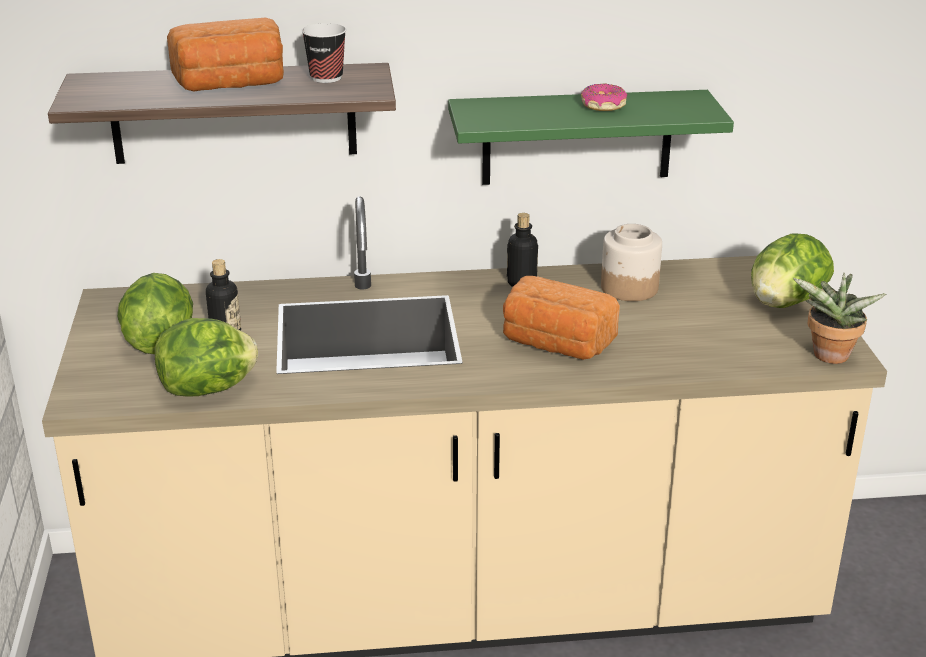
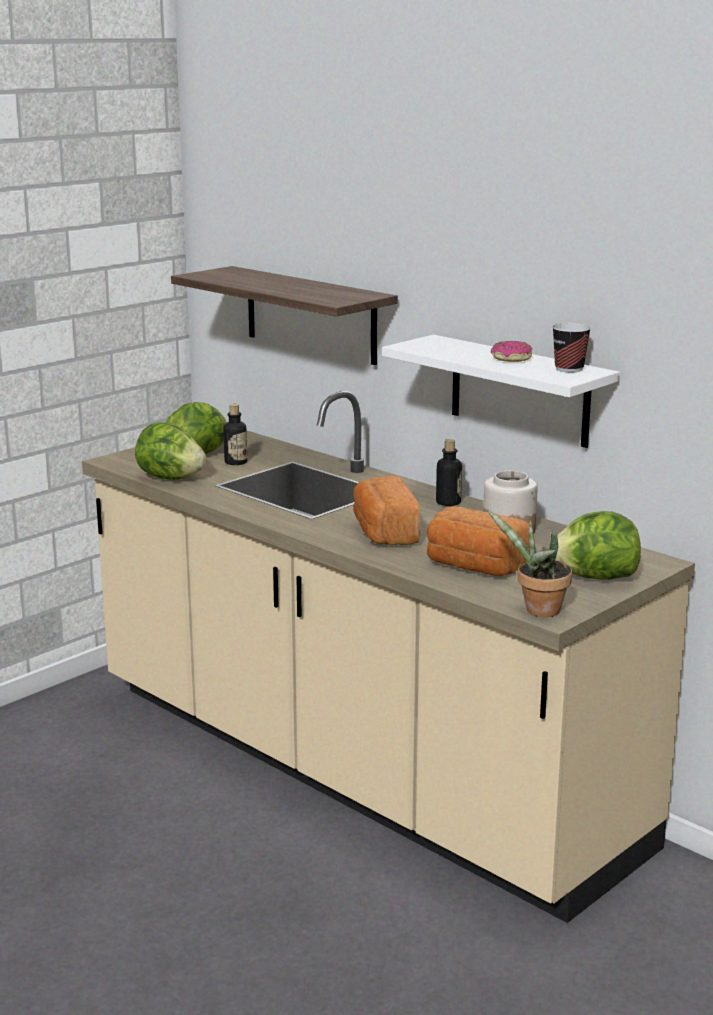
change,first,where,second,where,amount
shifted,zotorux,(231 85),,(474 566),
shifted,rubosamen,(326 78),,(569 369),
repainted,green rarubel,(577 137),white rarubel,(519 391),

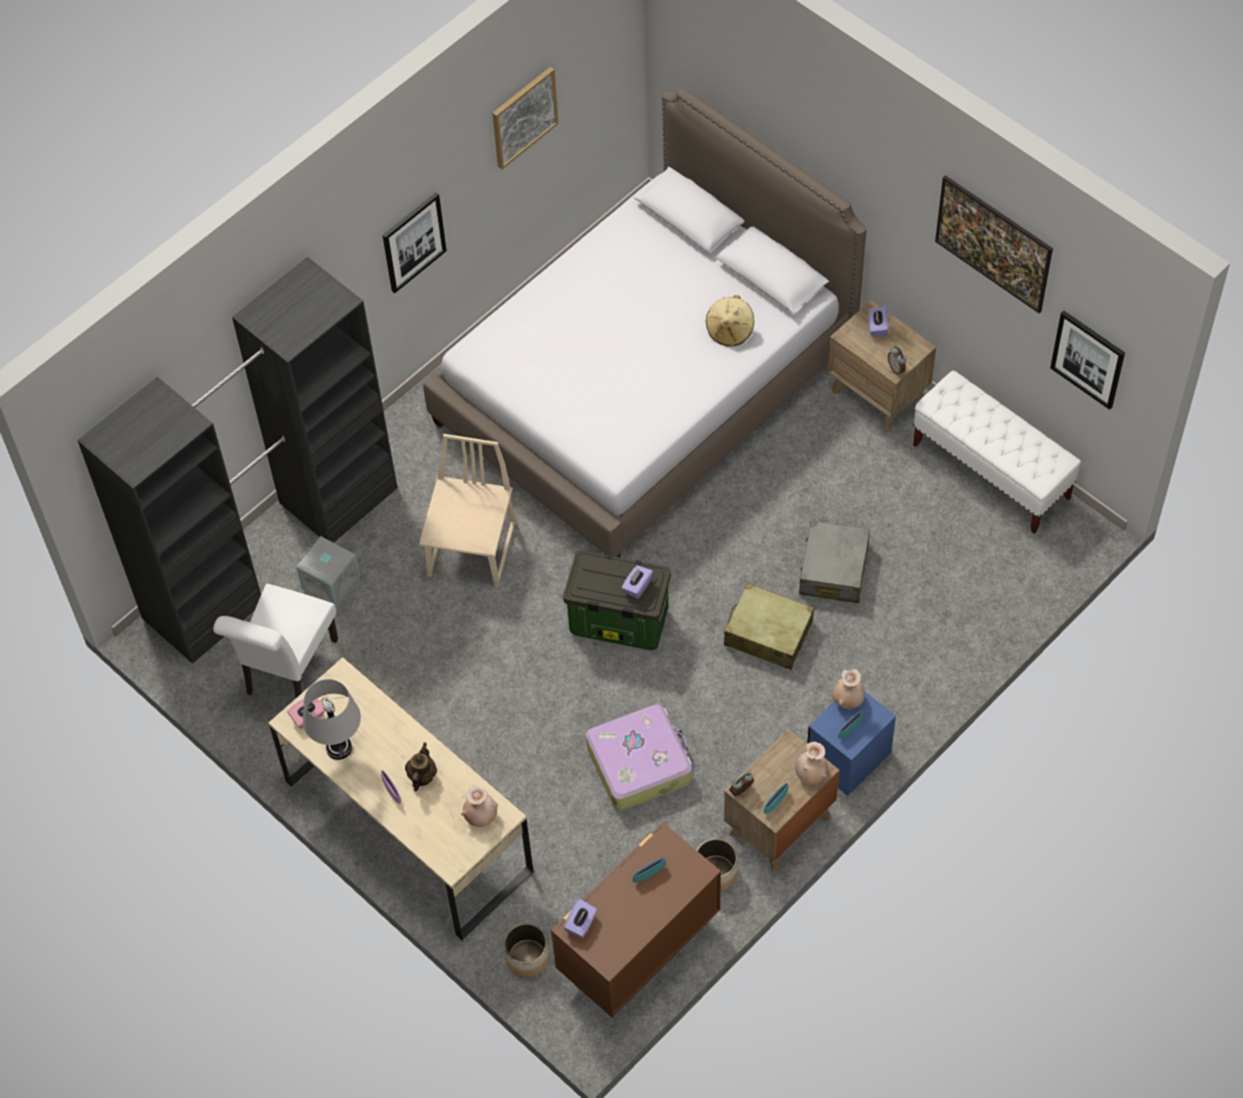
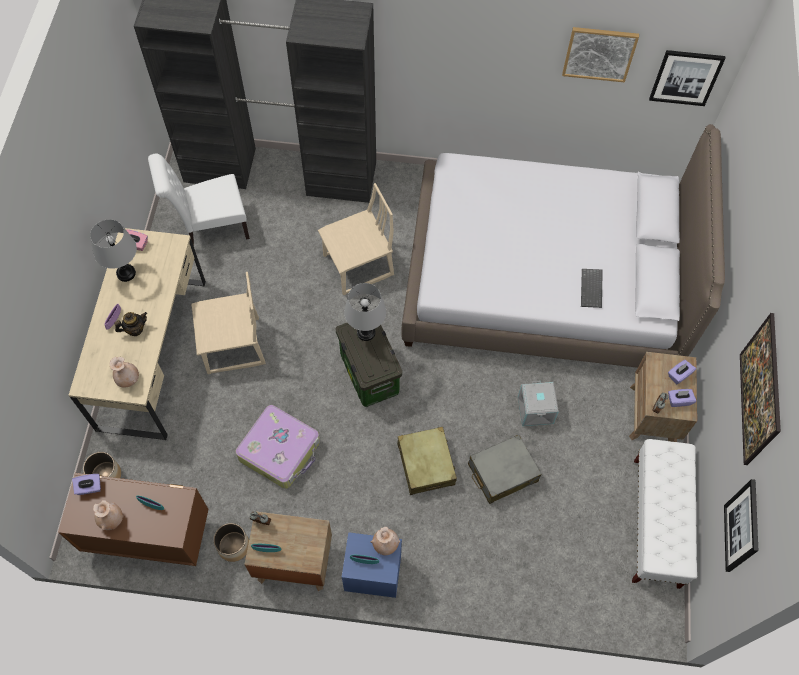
change,first,where,second,where,amount
new,,,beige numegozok,(233 346),
new,,,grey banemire,(366 332),
shifted,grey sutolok,(331 581),,(536 410),
shifted,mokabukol,(413 242),,(686 77),
shifted,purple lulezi,(637 587),,(679 400),
shifted,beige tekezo,(811 774),,(111 519),
swapped,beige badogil,(730 330),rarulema,(592 289),

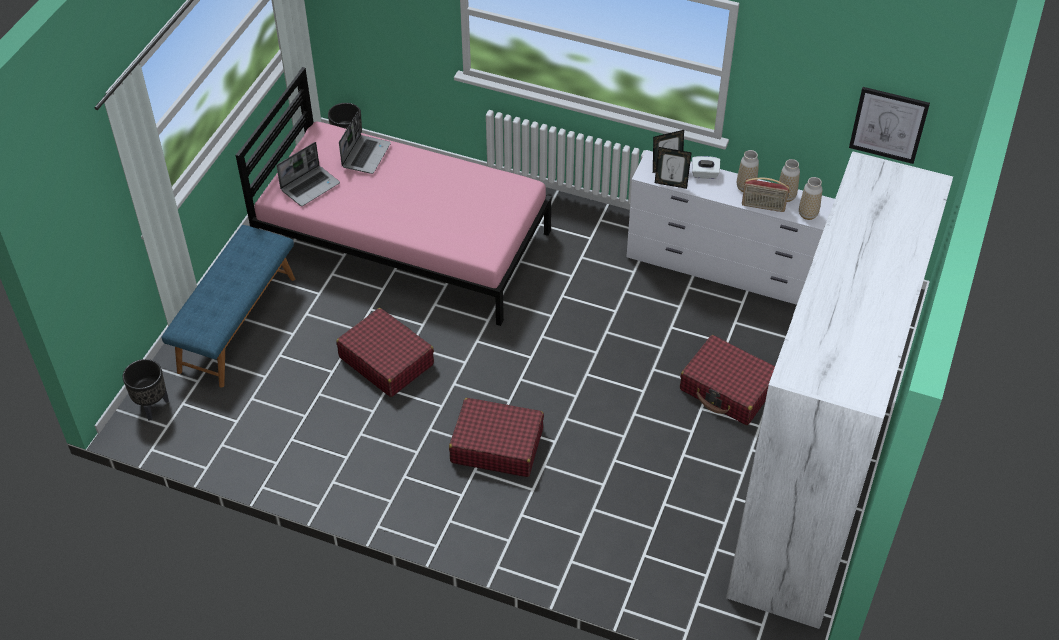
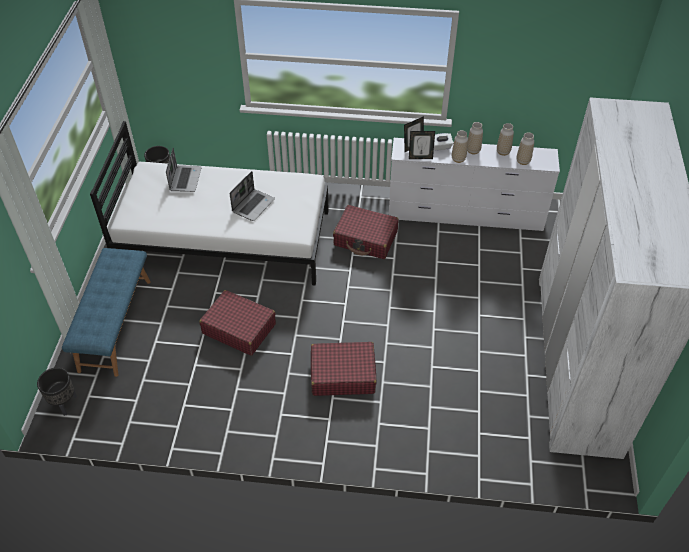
change,first,where,second,where,amount
gone,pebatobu,(763 206),,,
gone,mokabukol,(888 124),,,
new,,,tekezo,(458 159),
shifted,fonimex,(310 186),,(253 205),
shifted,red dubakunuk,(728 389),,(366 239),
repainted,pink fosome,(404 241),white fosome,(224 238),

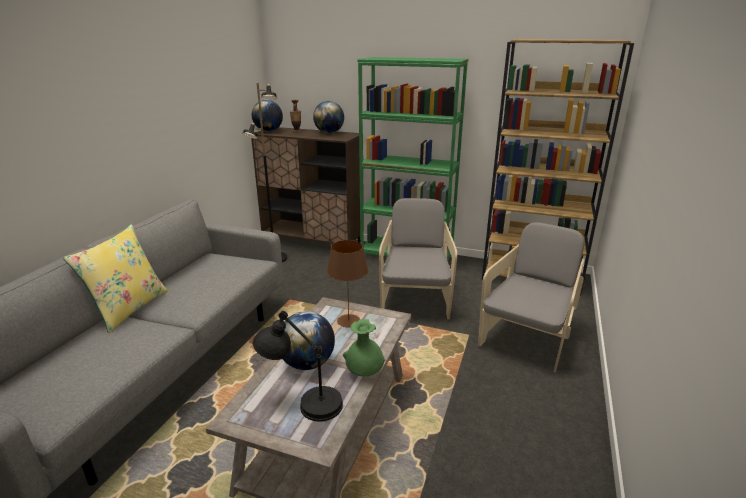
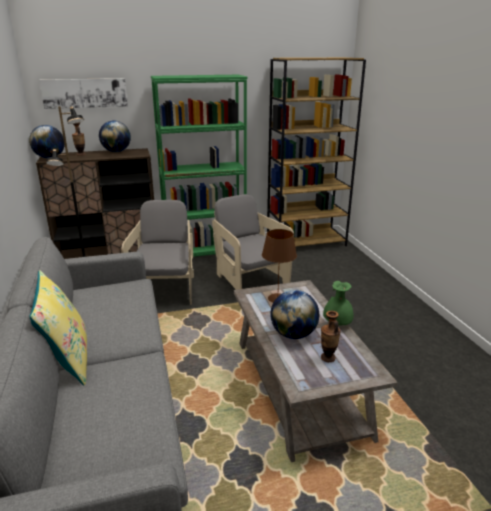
change,first,where,second,where,amount
new,,,mokabukol,(85 93),
shifted,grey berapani,(527 339),,(165 290),
swapped,black banemire,(302 402),tekezo,(328 358),

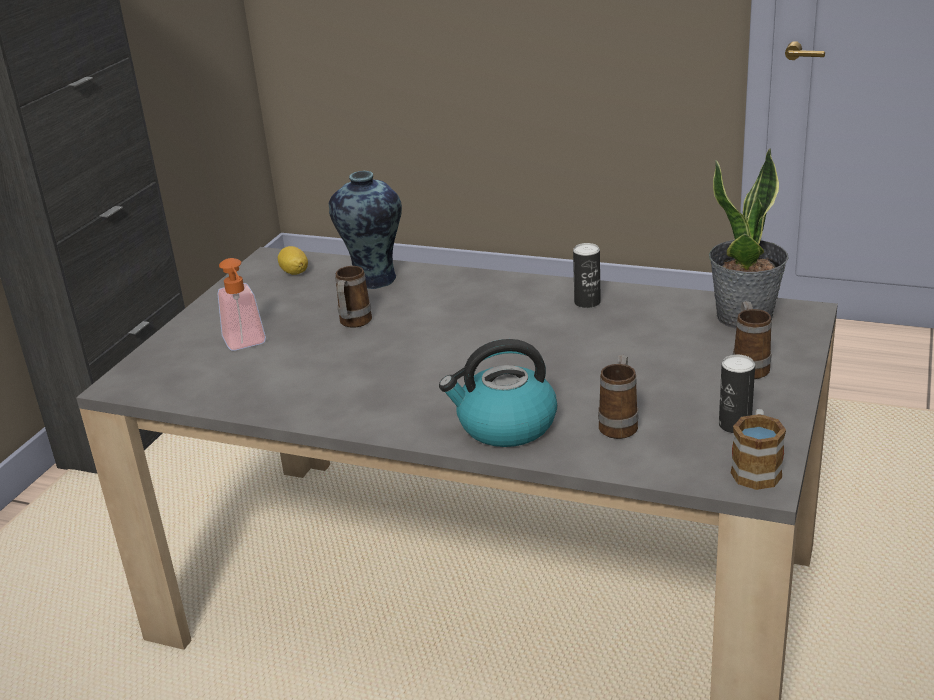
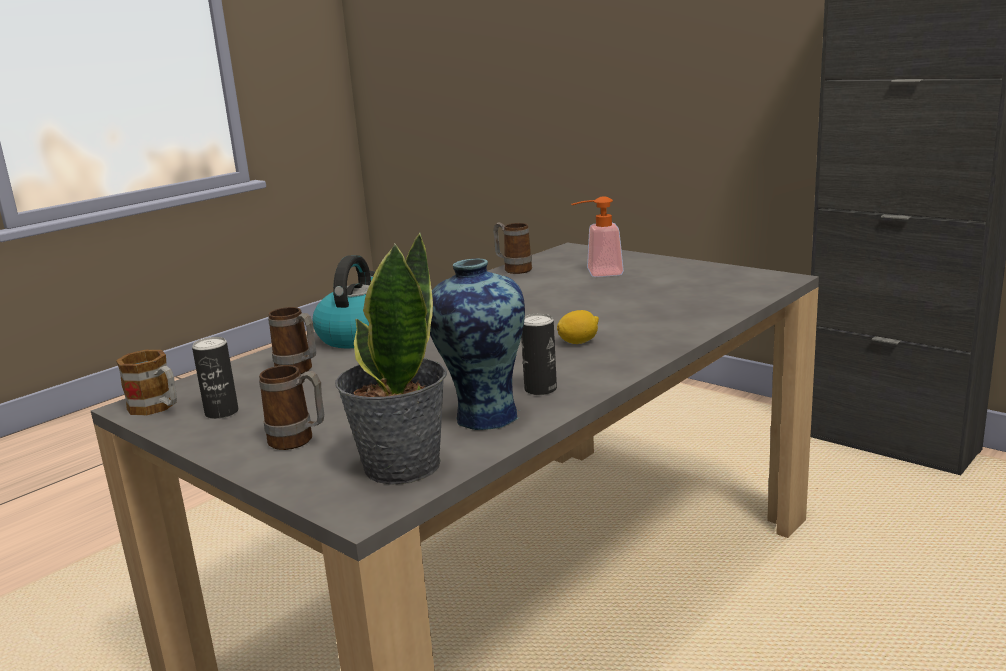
change,first,where,second,where,amount
shifted,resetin,(294 272),,(578 342),
shifted,tekezo,(373 280),,(483 416),
shifted,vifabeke,(353 324),,(513 269),

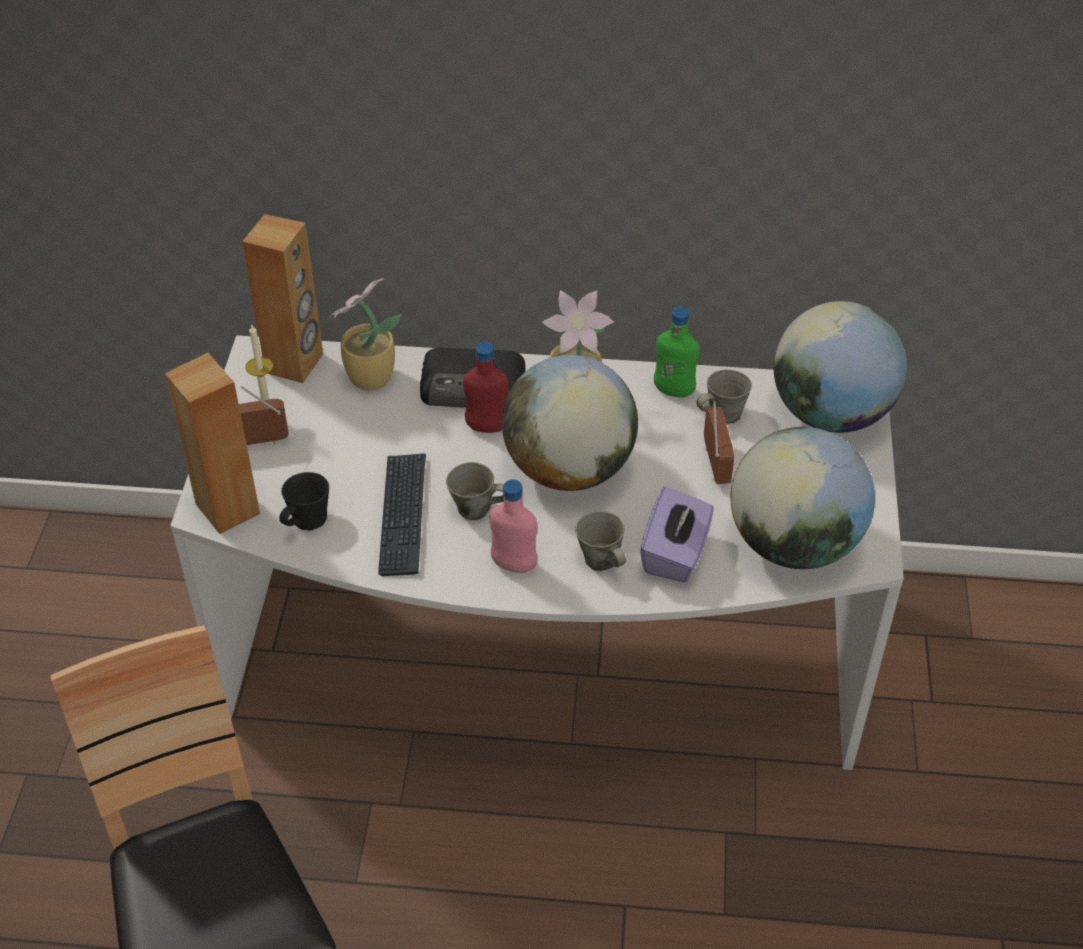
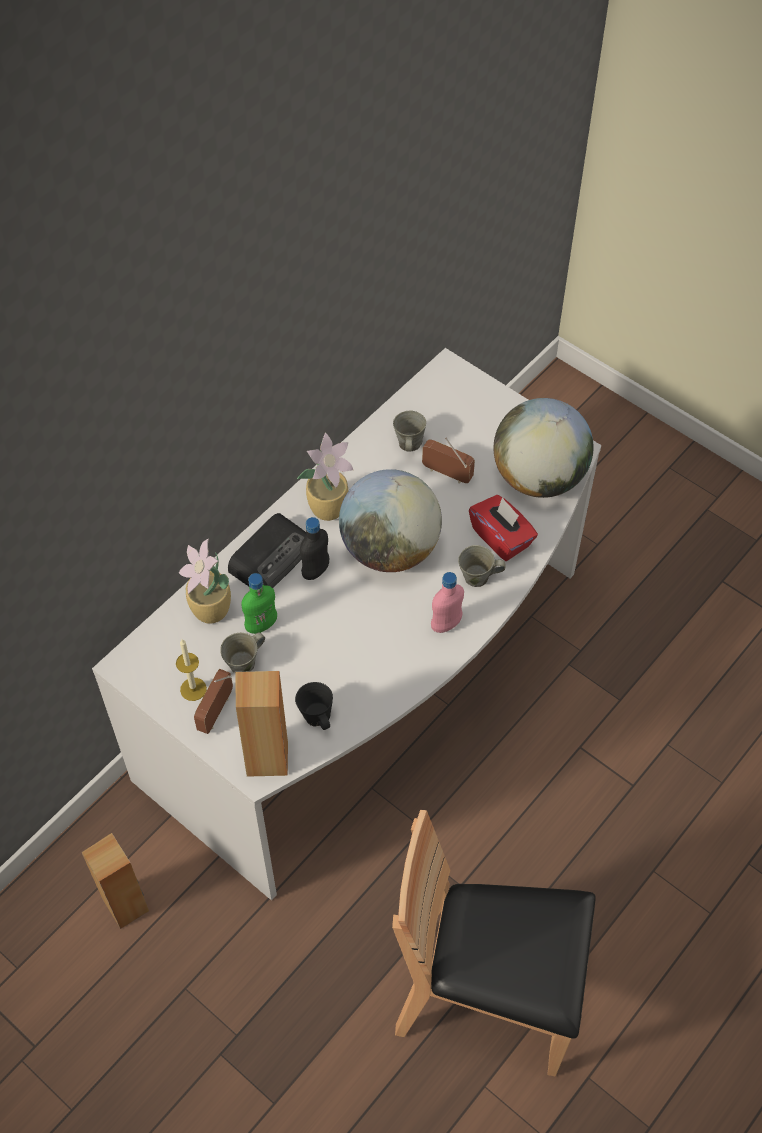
change,first,where,second,where,amount
gone,rarulema,(403 515),,,
gone,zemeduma,(830 414),,,
shifted,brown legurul,(295 363),,(126 905),
shifted,grey vifabeke,(476 509),,(244 663),
shifted,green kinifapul,(674 391),,(261 625),
repainted,red kinifapul,(487 427),black kinifapul,(316 571),
repainted,purple lulezi,(675 554),red lulezi,(501 538),

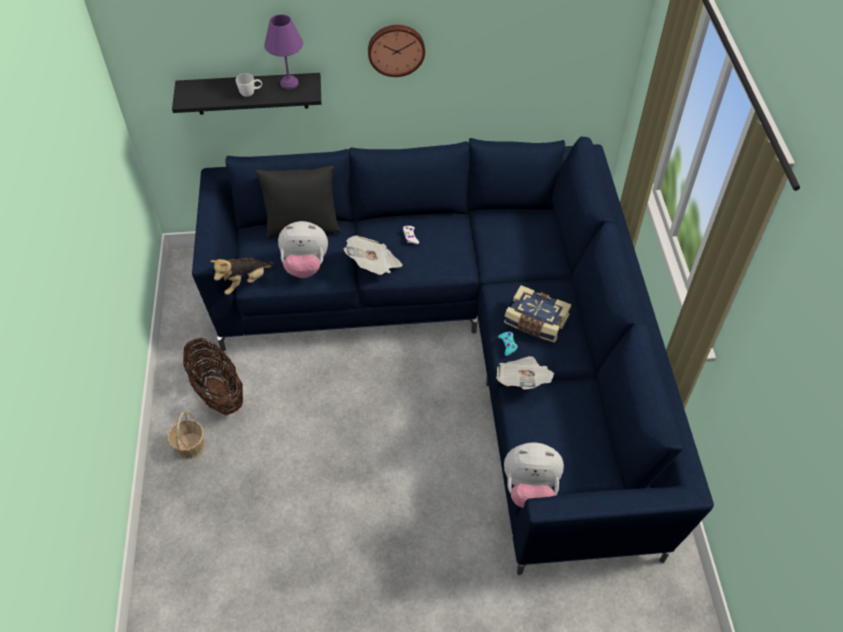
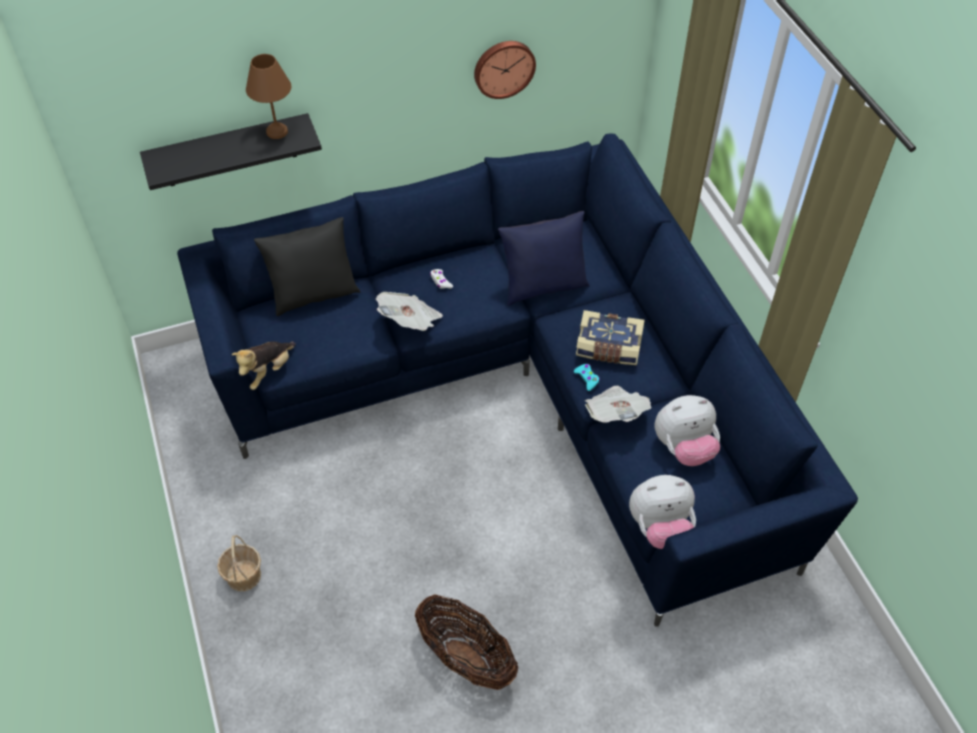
change,first,where,second,where,amount
gone,white vifabeke,(251 93),,,
new,,,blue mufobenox,(543 286),
shifted,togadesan,(218 392),,(466 657),
shifted,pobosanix,(305 266),,(684 447),
shifted,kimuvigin,(396 49),,(503 68),
repainted,purple banemire,(288 83),brown banemire,(276 131),

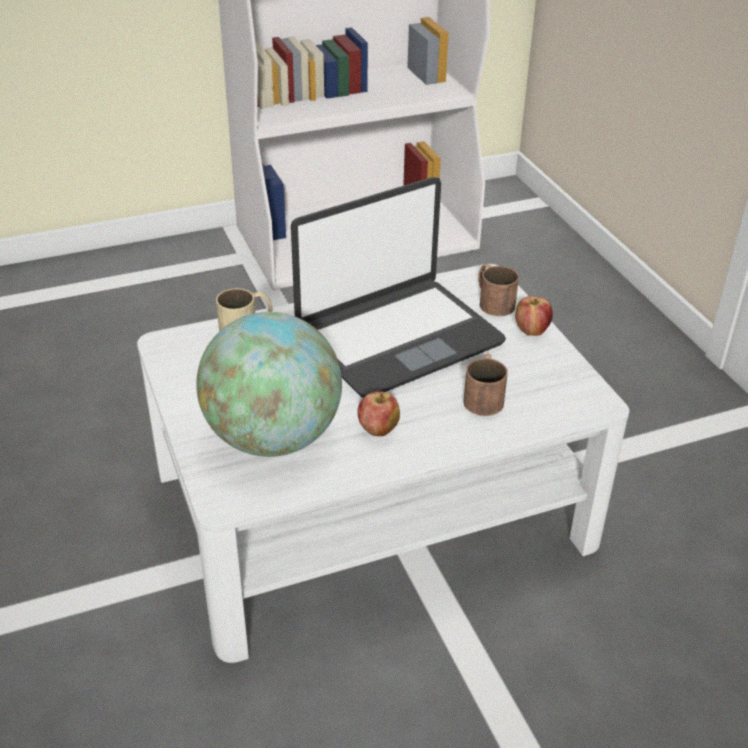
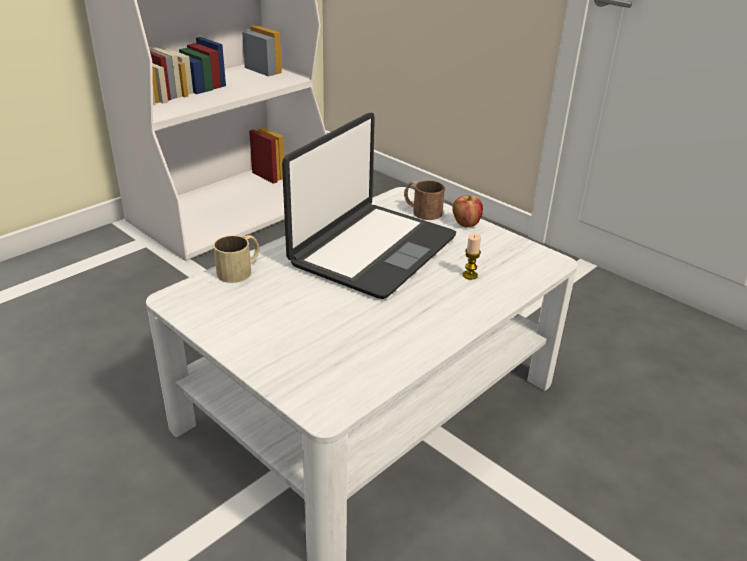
change,first,where,second,where,amount
gone,zemeduma,(273 438),,,
gone,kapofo,(378 430),,,
swapped,brown vifabeke,(484 396),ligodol,(470 275),

